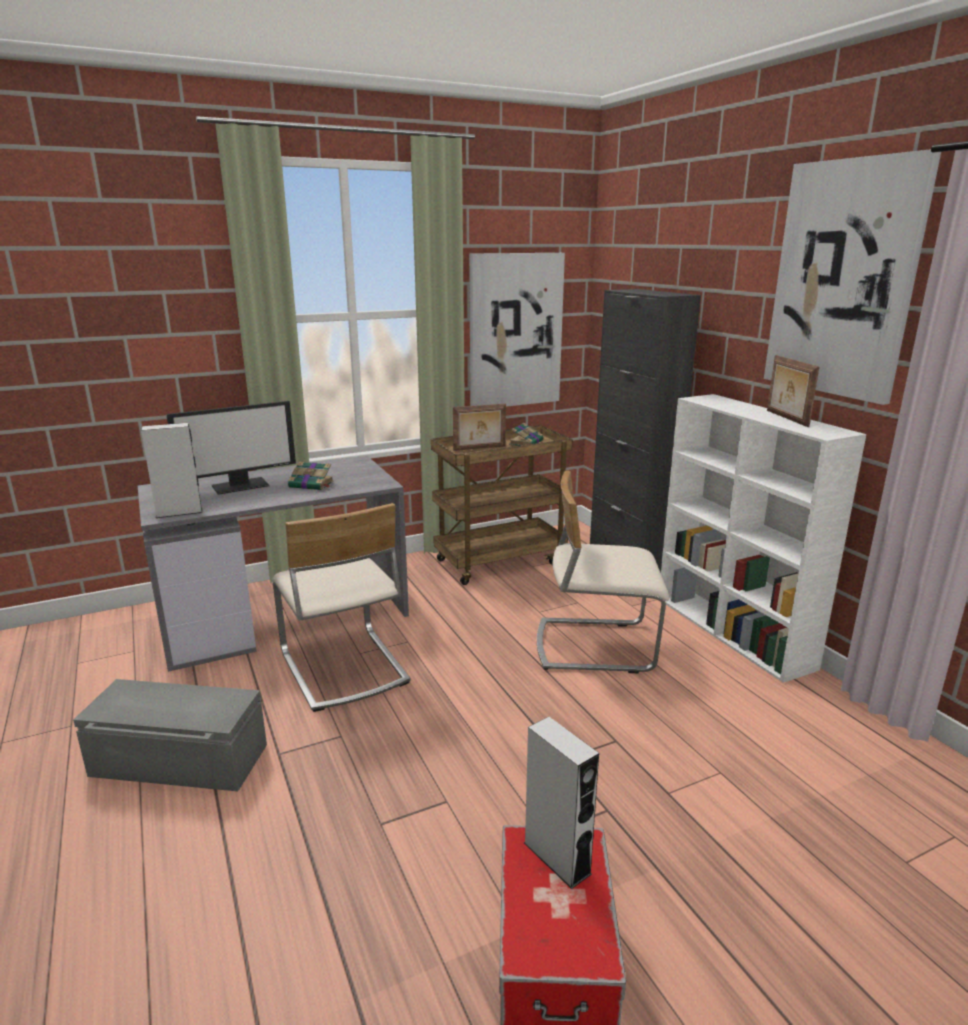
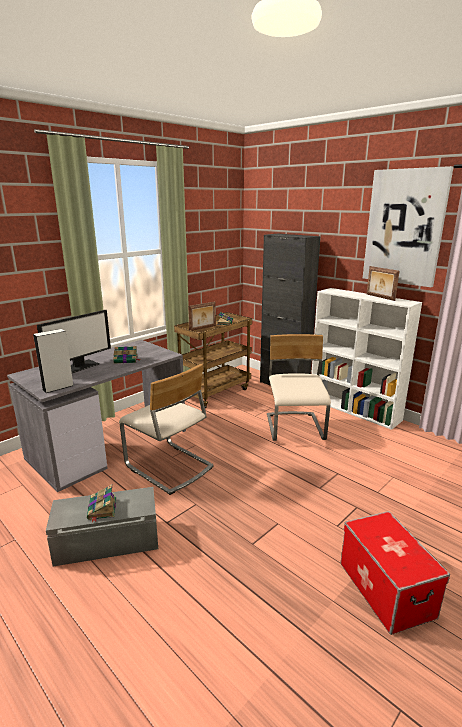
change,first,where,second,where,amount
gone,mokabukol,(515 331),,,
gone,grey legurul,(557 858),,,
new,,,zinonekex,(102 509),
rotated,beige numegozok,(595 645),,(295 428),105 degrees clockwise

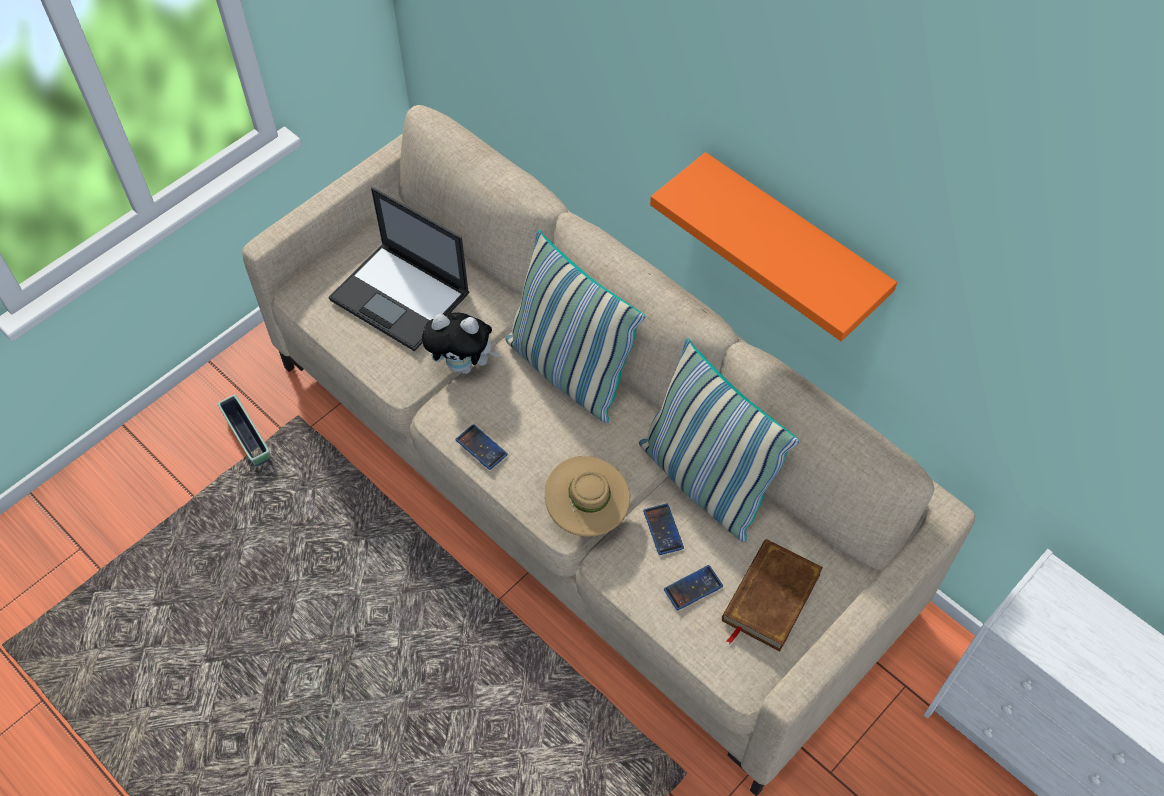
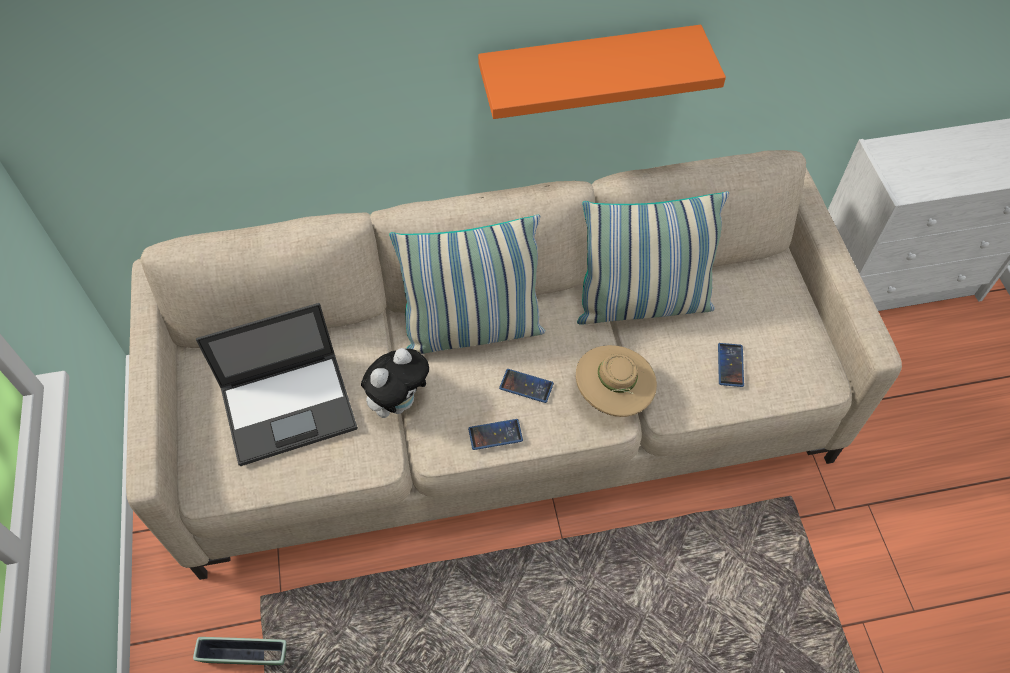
change,first,where,second,where,amount
gone,brown zinonekex,(770 597),,,
shifted,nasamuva,(663 529),,(526 386),

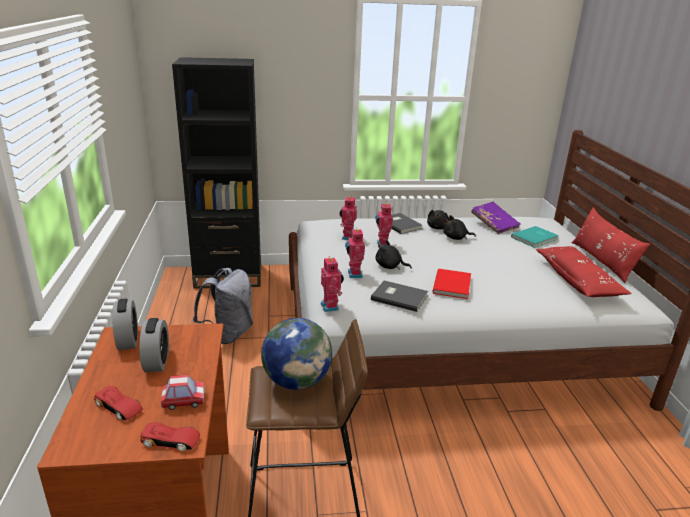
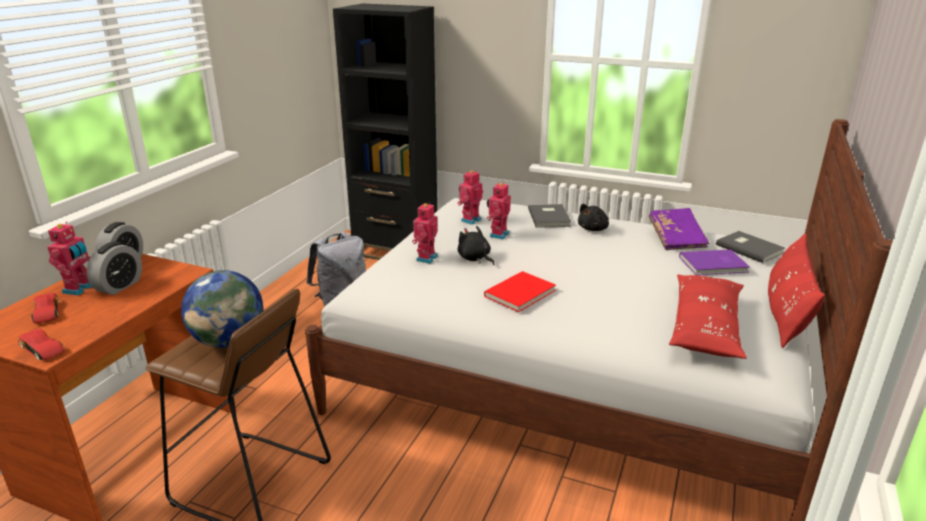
change,first,where,second,where,amount
gone,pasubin,(183 401),,,
gone,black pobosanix,(456 238),,,
shifted,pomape,(331 306),,(79 289),
shifted,grey zinonekex,(399 297),,(749 248),
repainted,turquoise zinonekex,(535 238),purple zinonekex,(714 265),

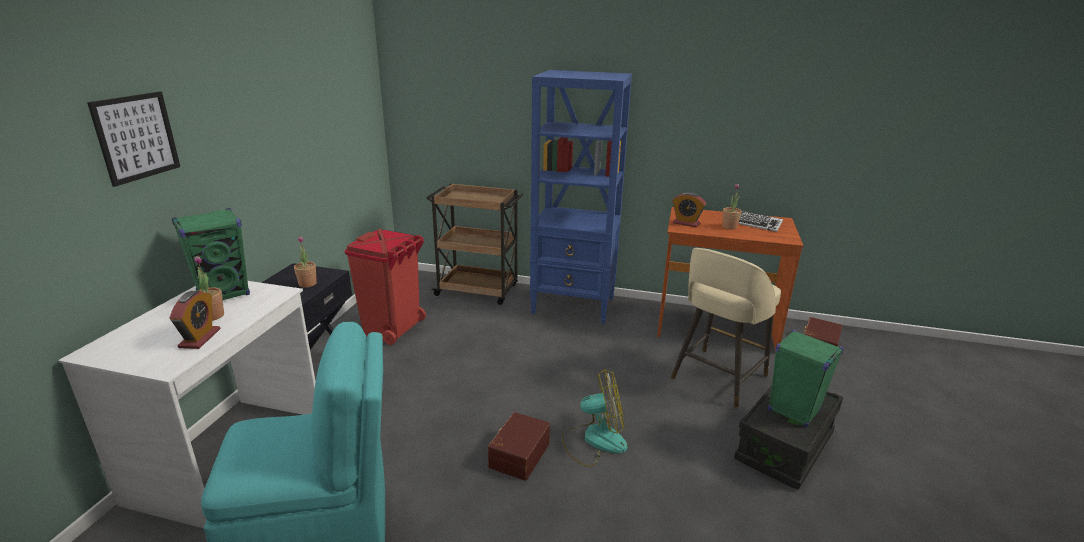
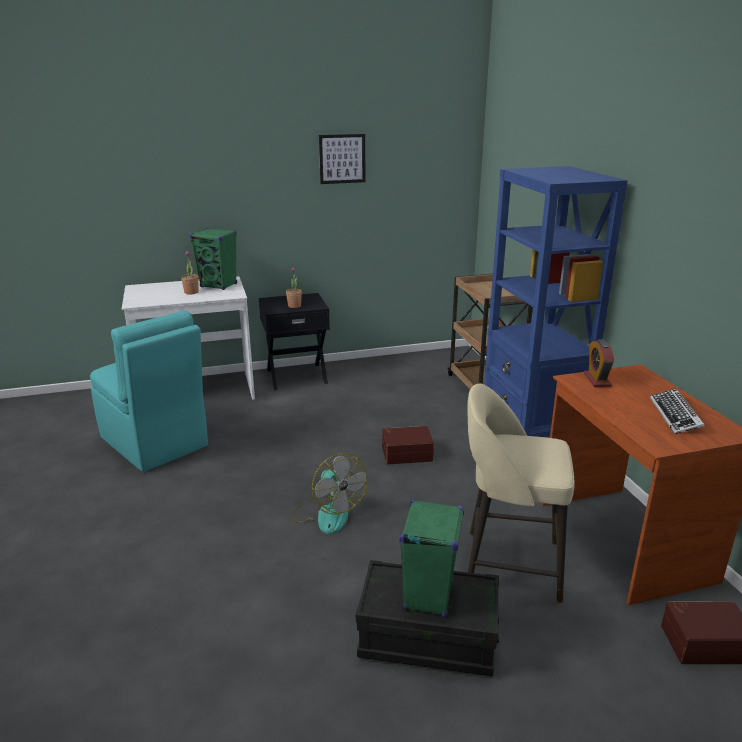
change,first,where,second,where,amount
gone,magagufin,(200 338),,,
gone,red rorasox,(393 329),,,
gone,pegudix,(729 227),,,
shifted,mokabukol,(136 137),,(342 159),
shifted,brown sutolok,(518 454),,(406 453),

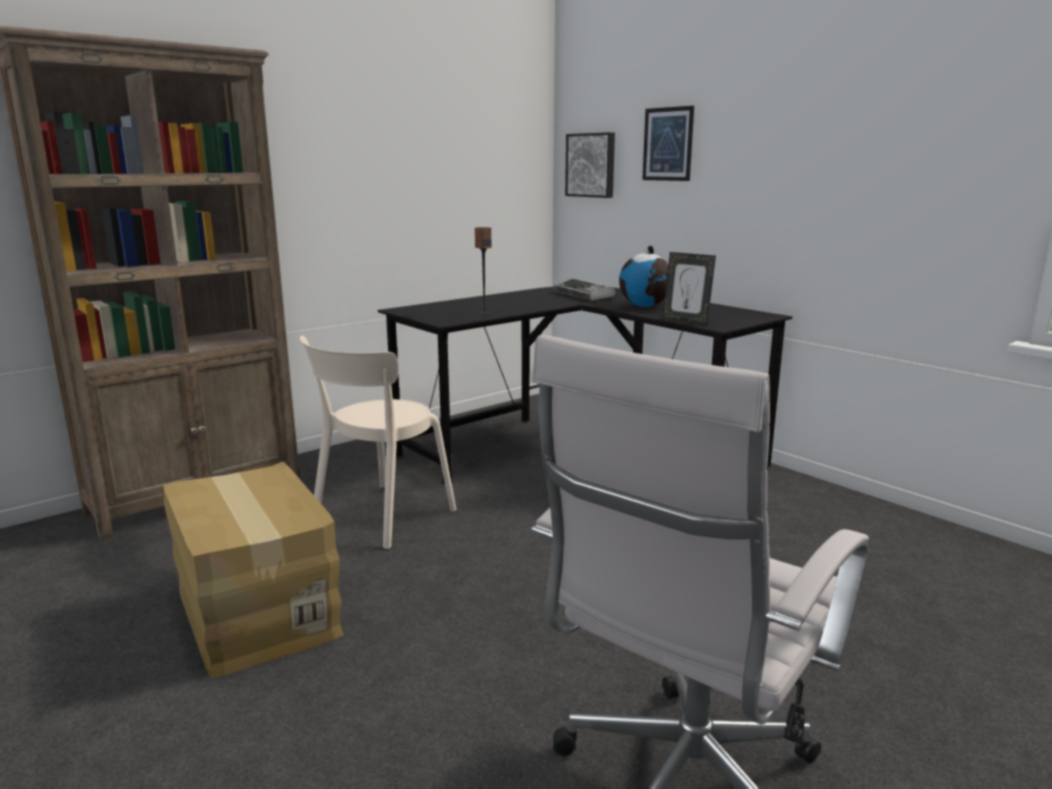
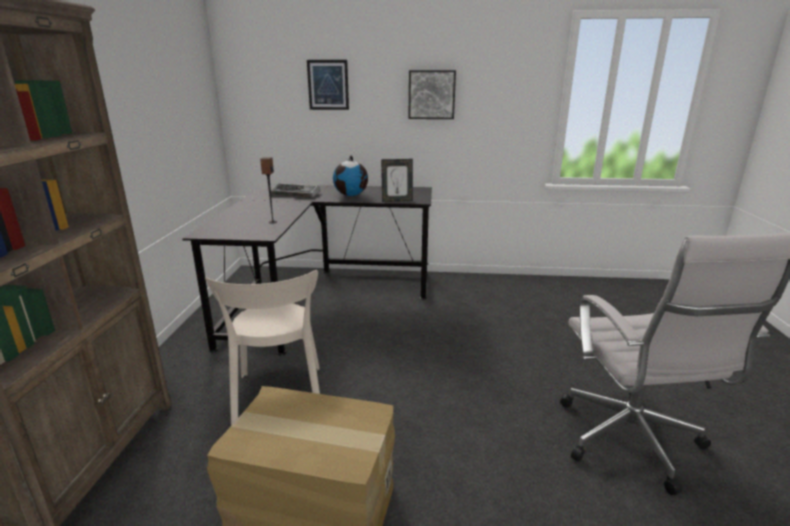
change,first,where,second,where,amount
shifted,mokabukol,(591 165),,(431 94),

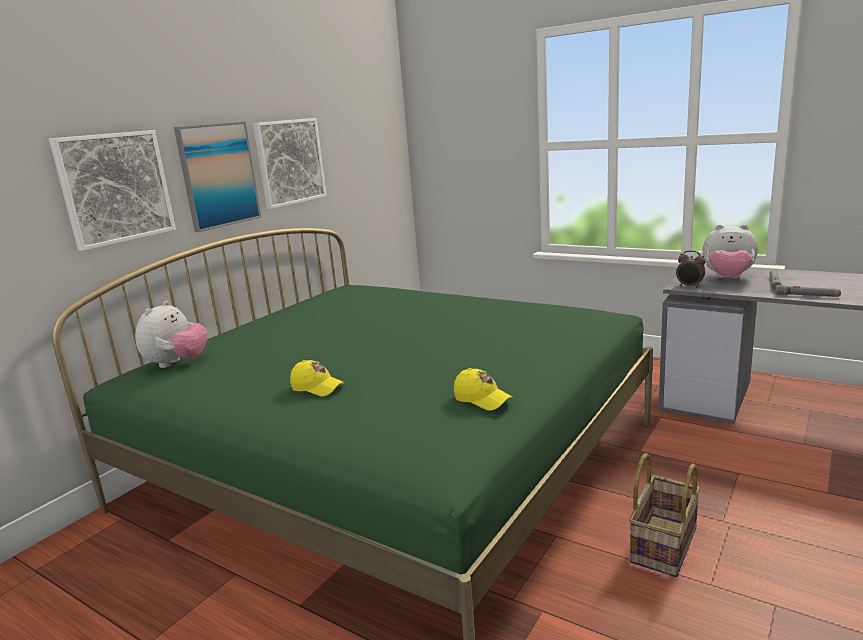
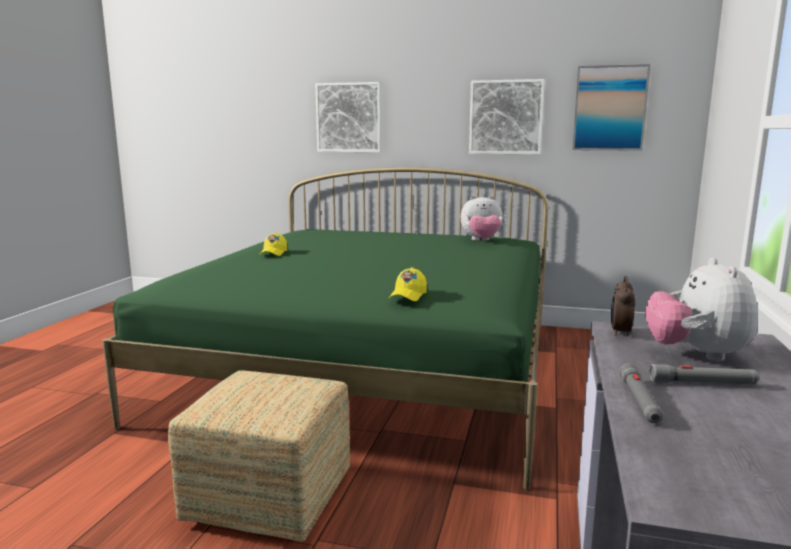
change,first,where,second,where,amount
shifted,pobosanix,(177 363),,(481 241),
shifted,mokabukol,(218 175),,(609 108),
shifted,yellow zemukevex,(482 400),,(408 296),
swapped,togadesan,(662 544),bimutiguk,(272 498),

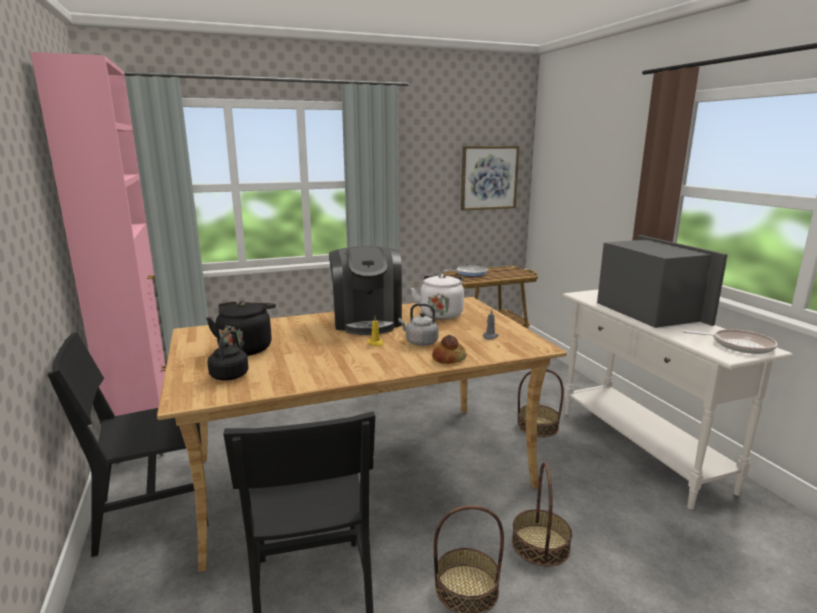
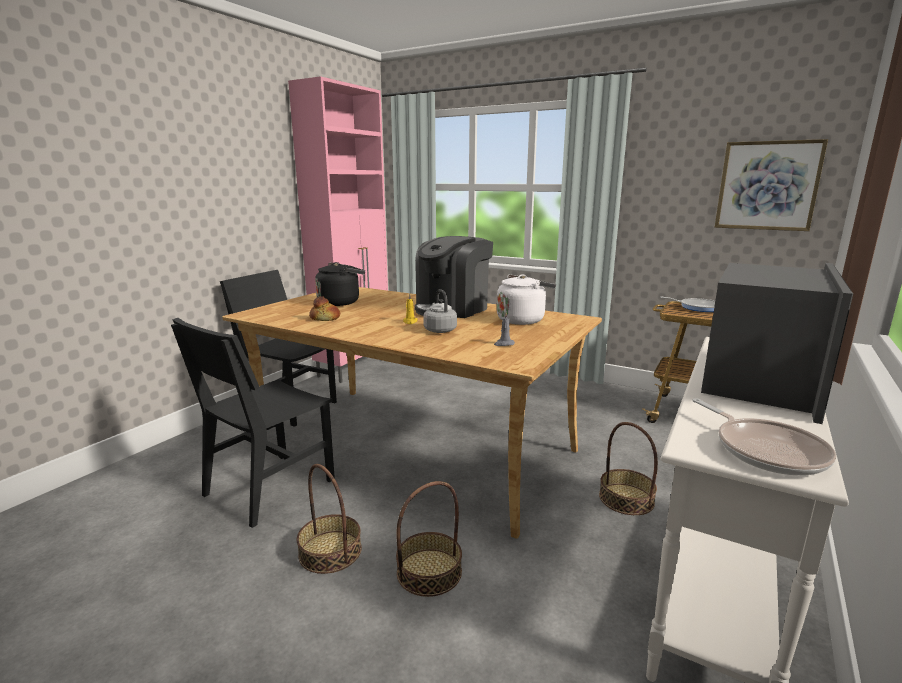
change,first,where,second,where,amount
gone,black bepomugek,(230 375),,,
shifted,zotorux,(448 358),,(325 318),

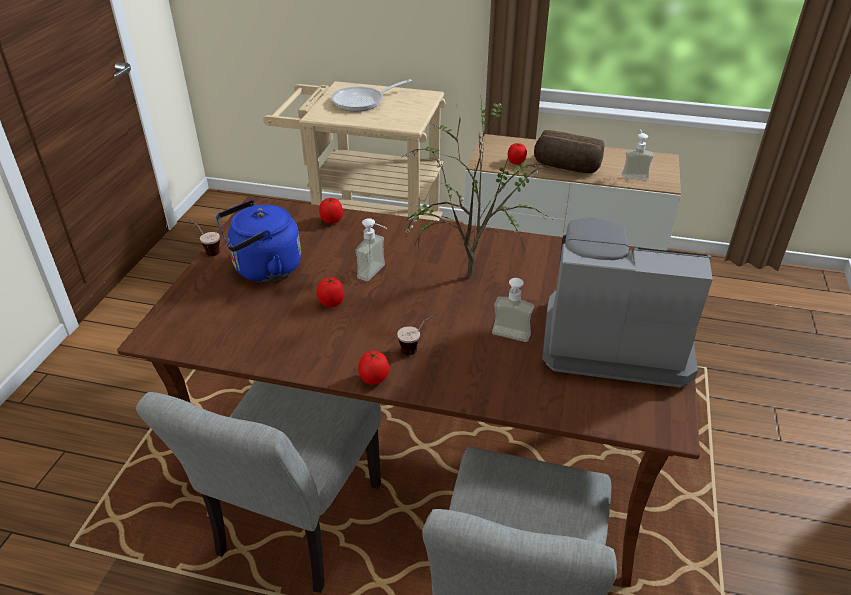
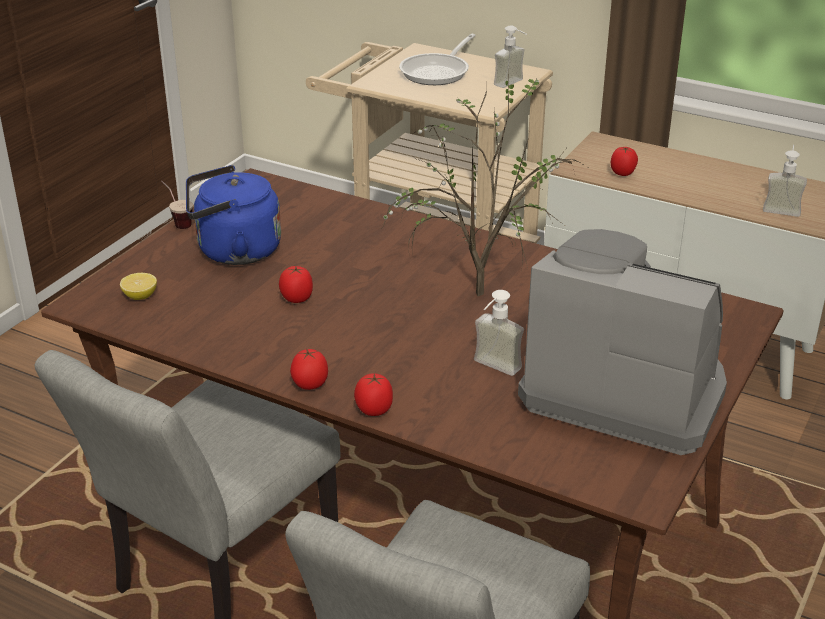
change,first,where,second,where,amount
gone,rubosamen,(417 348),,,
gone,zotorux,(566 167),,,
new,,,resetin,(140 296),
shifted,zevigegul,(332 220),,(374 410),
shifted,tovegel,(377 273),,(513 84),
rotated,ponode,(363 101),,(438 72),45 degrees counterclockwise

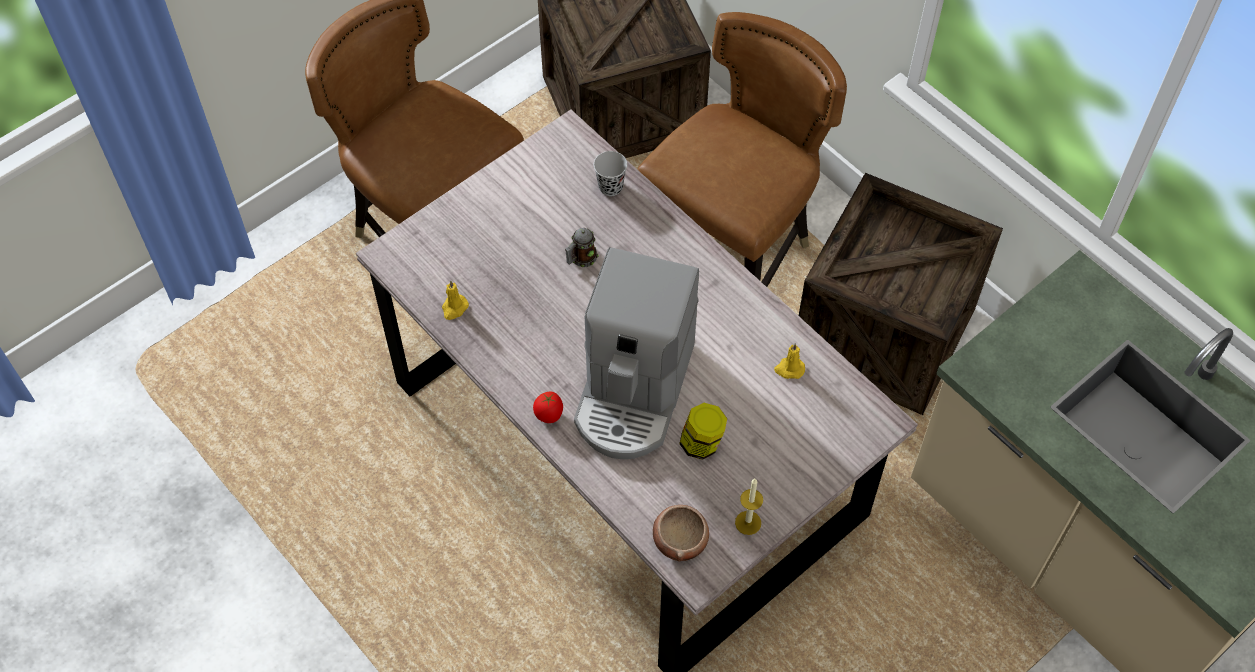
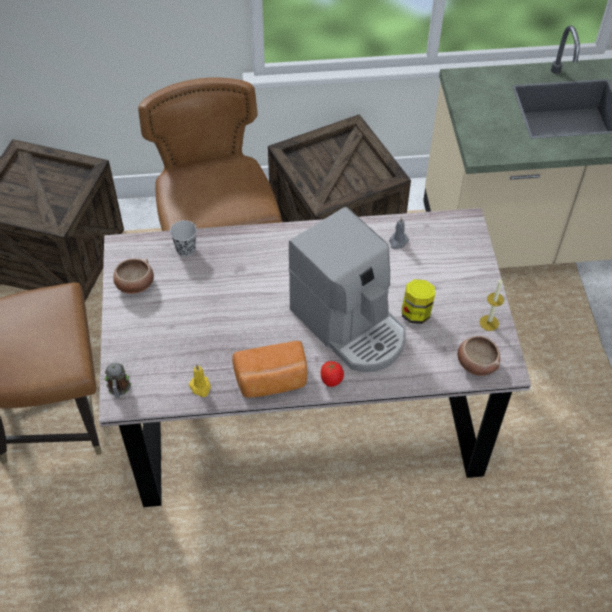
change,first,where,second,where,amount
new,,,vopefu,(134 285),
new,,,zotorux,(272 382),
shifted,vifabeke,(581 259),,(119 389),
repainted,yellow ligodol,(789 369),grey ligodol,(398 241),

